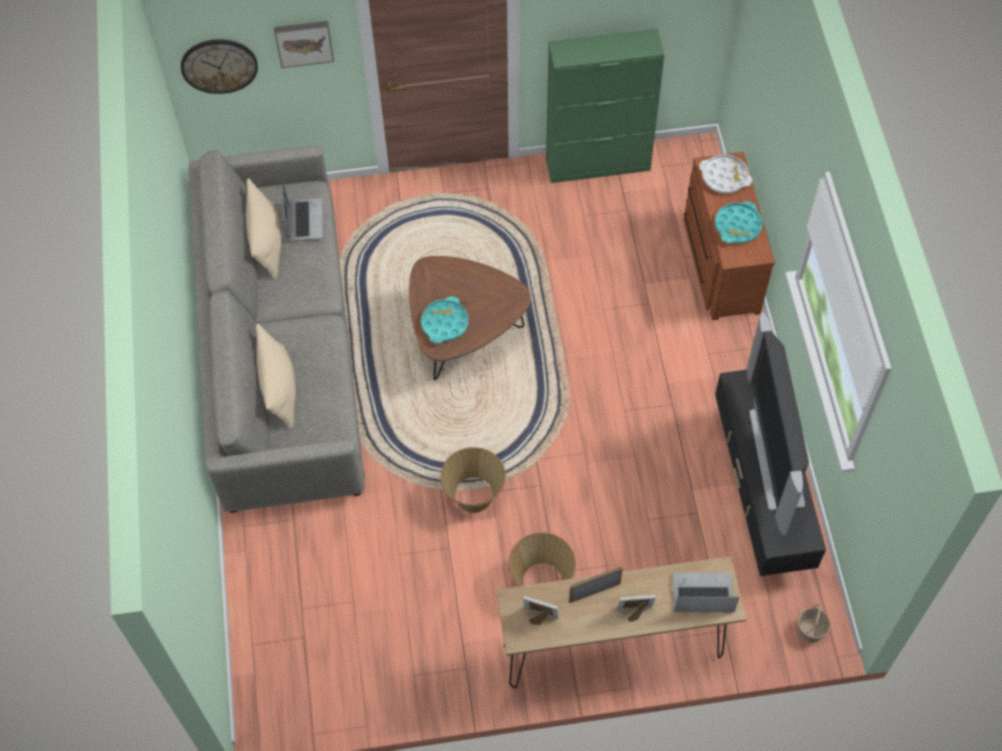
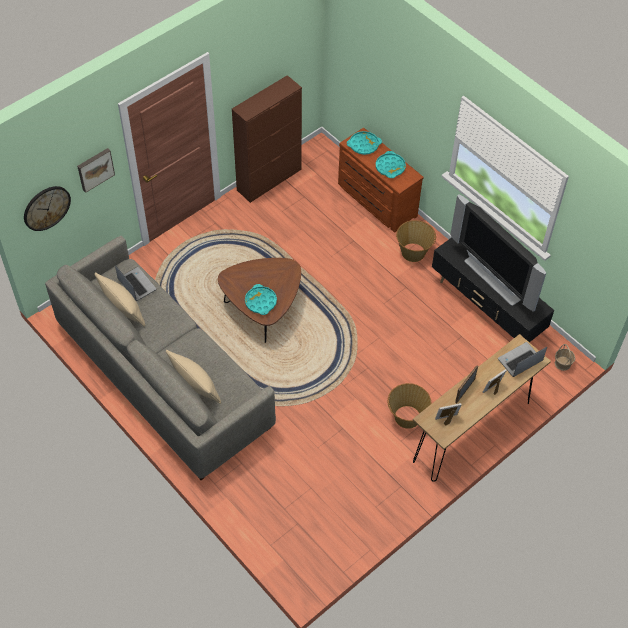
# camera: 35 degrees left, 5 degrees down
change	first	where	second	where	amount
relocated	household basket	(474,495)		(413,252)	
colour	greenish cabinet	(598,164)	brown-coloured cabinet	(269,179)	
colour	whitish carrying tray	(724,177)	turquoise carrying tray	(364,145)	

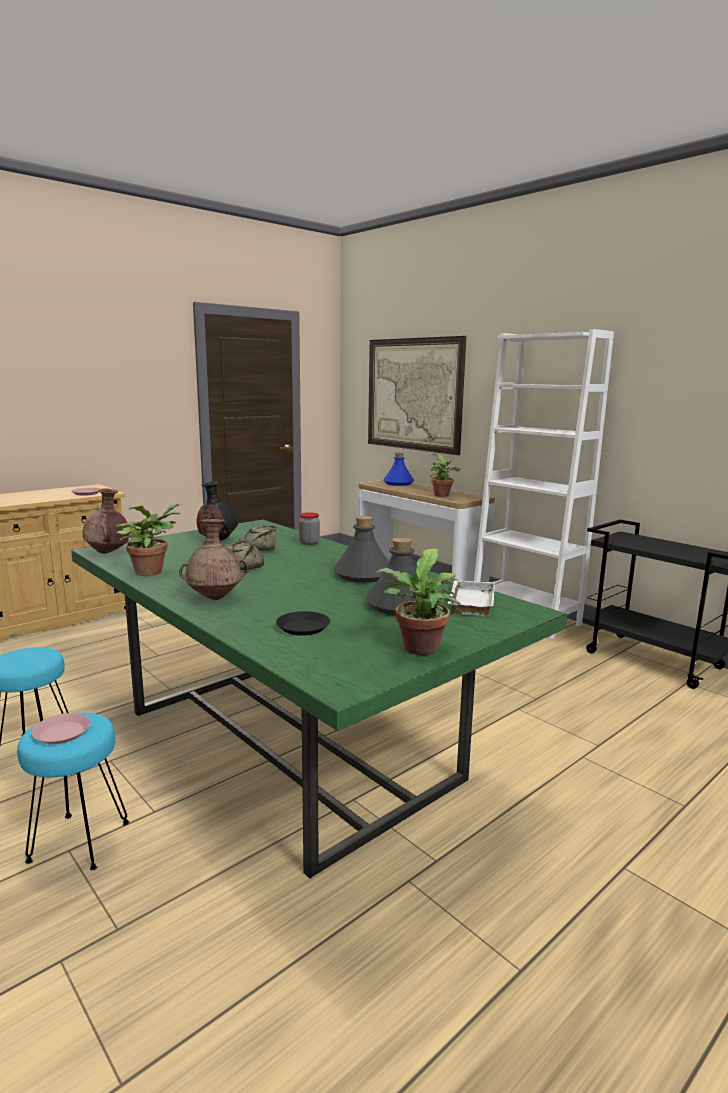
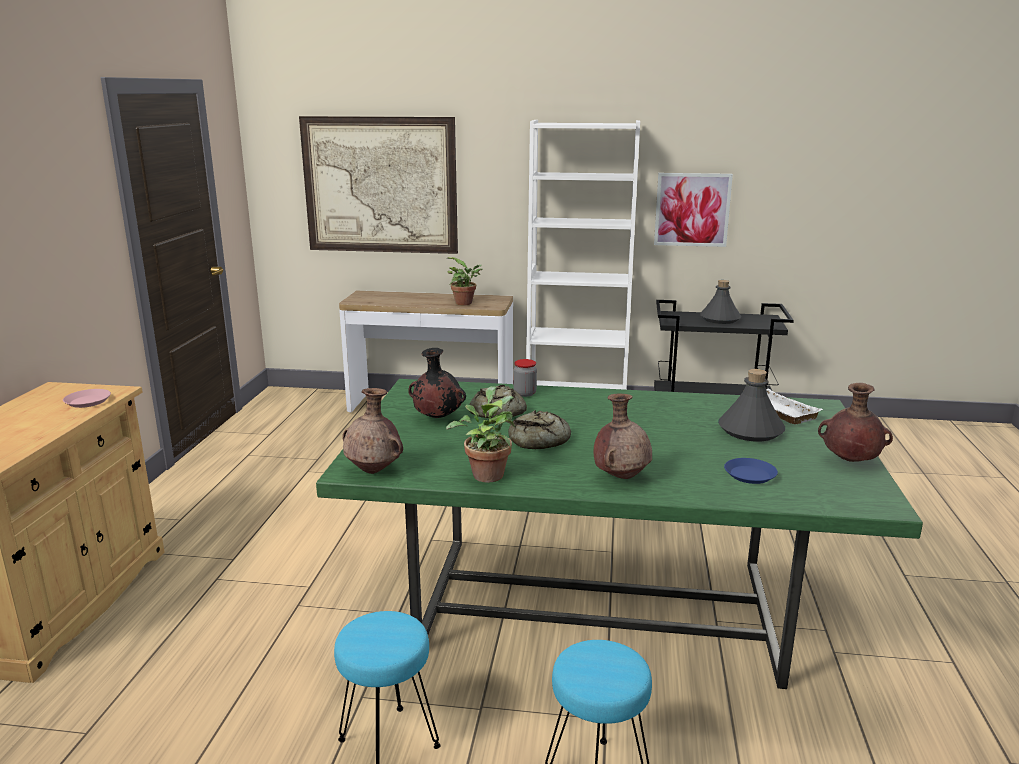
# camera: 40 degrees left, 5 degrees up
change	first	where	second	where	amount
missing	pink-coloured dinner plate	(61,733)			
missing	bluish beverage bottle	(398,483)			
appeared			wall art	(692,209)	
relocated	gray beverage bottle	(363,575)		(720,319)	
exchanged	houseplant	(418,650)	brown-coloured vase	(849,461)	
colour	black dinner plate	(303,627)	bluish dinner plate	(750,475)	

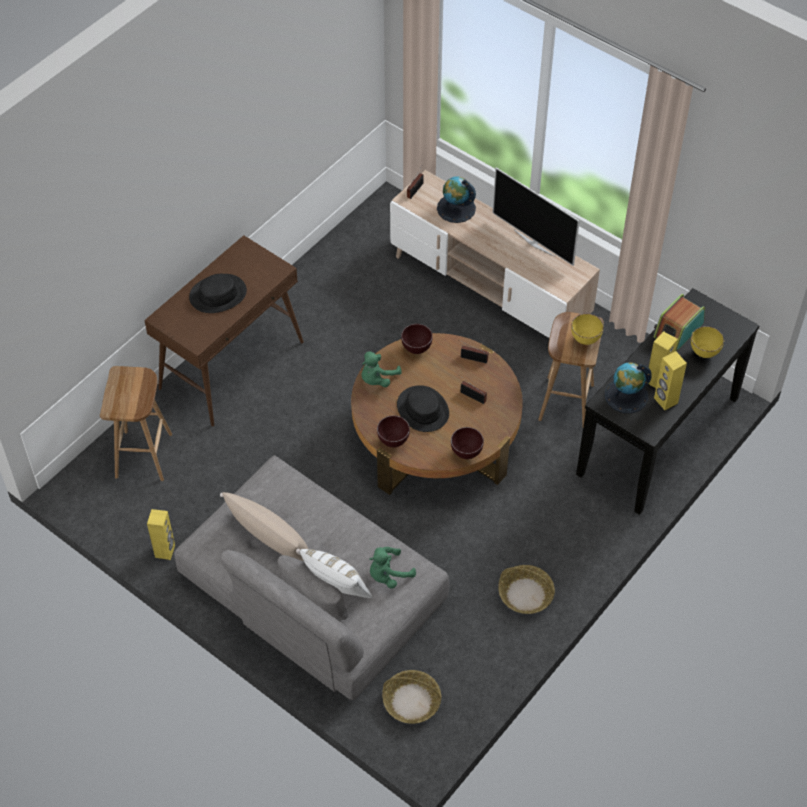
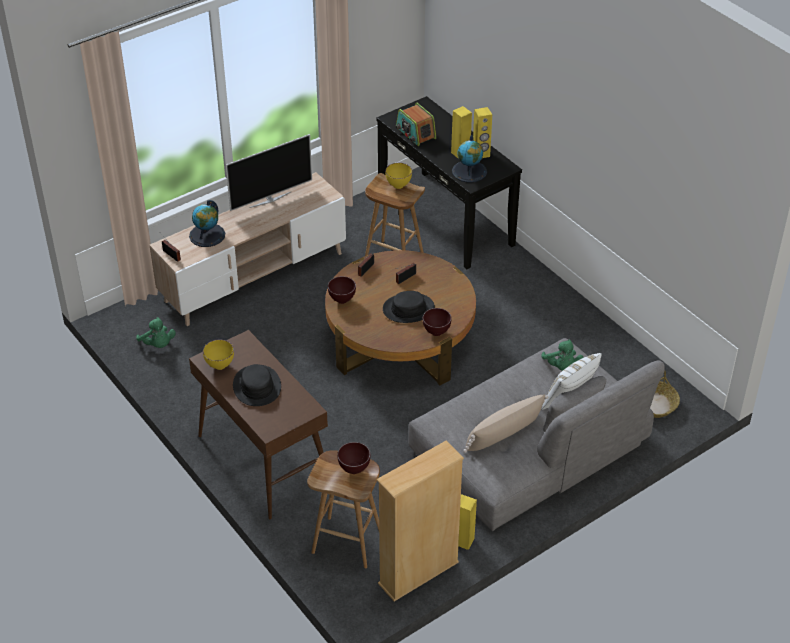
# camera: 75 degrees left, 10 degrees down
change	first	where	second	where	amount
missing	household basket	(525,594)			
appeared			sand-coloured bookshelf	(418,573)	
relocated	greenish cuddly toy	(377,379)		(158,344)	
relocated	brown-coloured deep dish	(466,454)		(355,469)	
relocated	yellow-coloured deep dish	(704,354)		(220,365)	

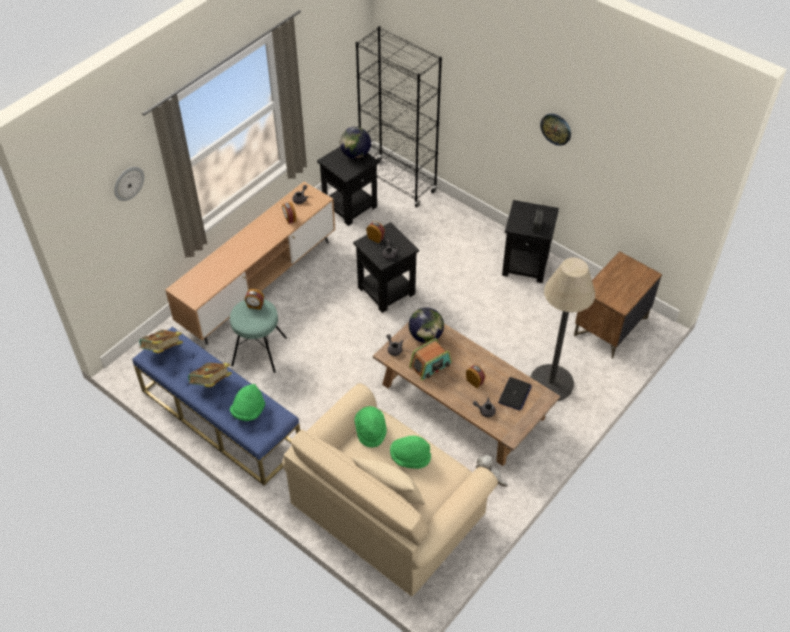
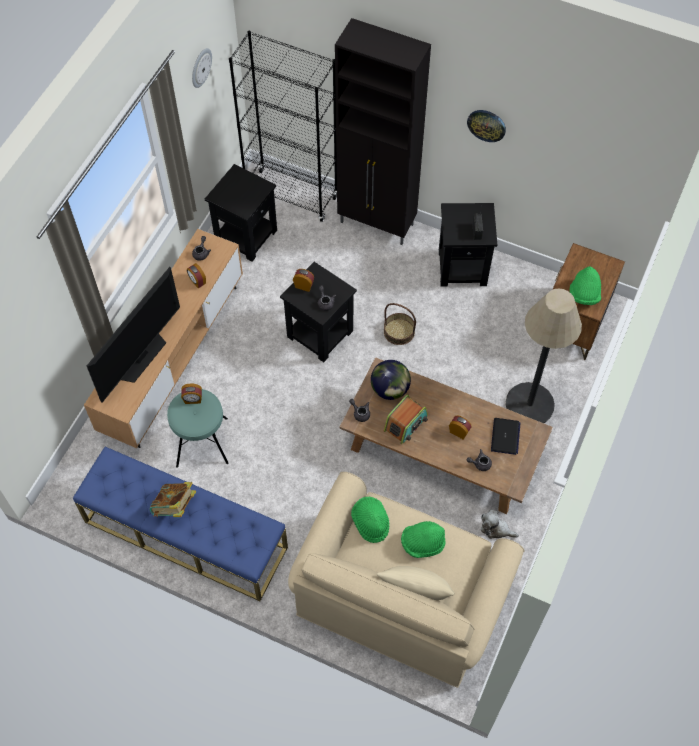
# camera: 15 degrees left, 10 degrees up
change	first	where	second	where	amount
missing	book	(162,350)			
missing	desk globe	(355,154)			
appeared			TV set	(141,357)	
appeared			black cabinet	(377,224)	
appeared			household basket	(399,331)	
relocated	clock on the wall	(128,183)		(200,67)	
relocated	greenish hat	(248,410)		(584,294)	

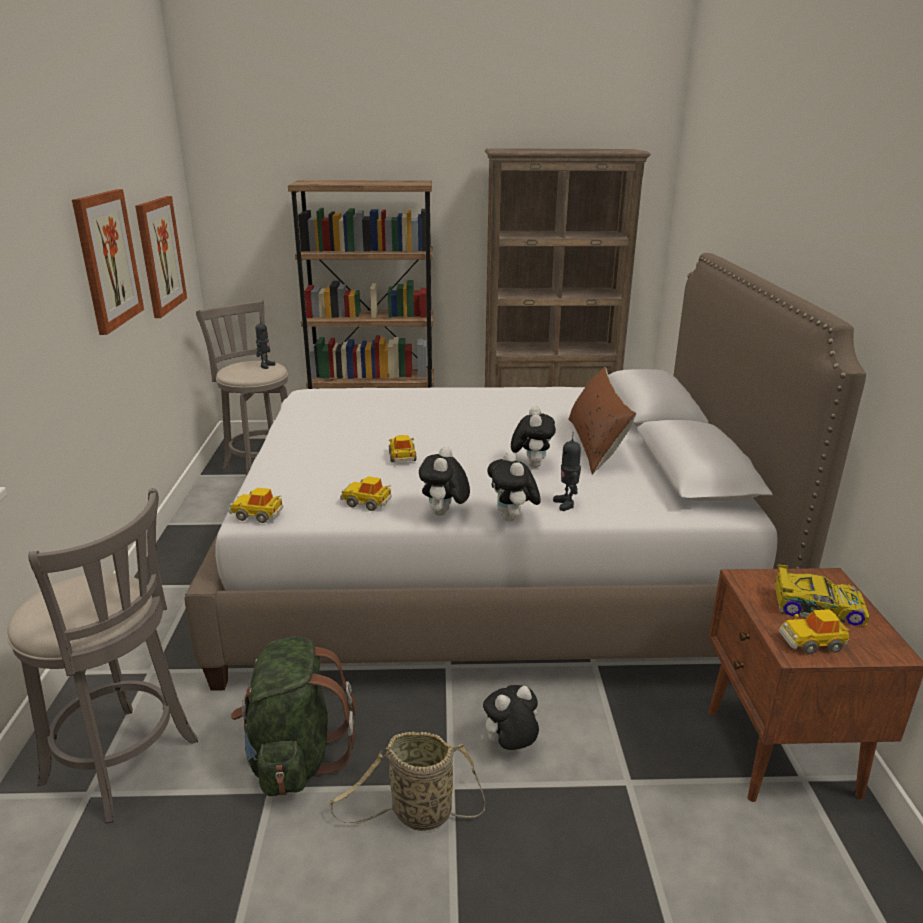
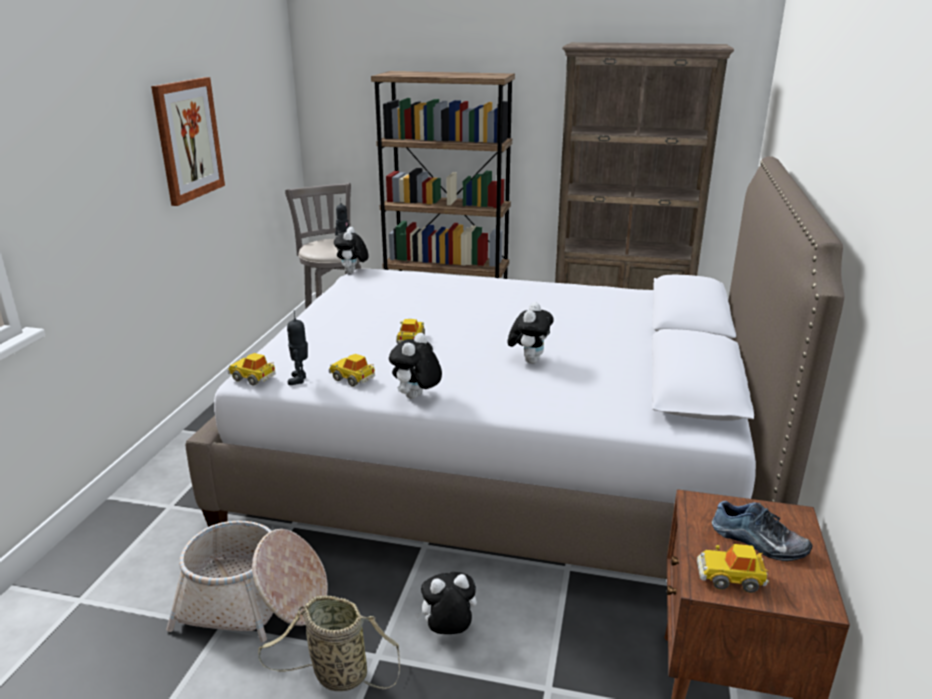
# camera: 15 degrees right, 0 degrees up
change	first	where	second	where	amount
missing	gray sitting stool	(126,764)			
missing	wall art	(160,255)			
missing	brown-coloured cushion	(596,444)			
relocated	cuddly toy	(513,519)		(352,272)	
relocated	robot figure	(566,504)		(300,379)	
exchanged	greenish rucksack	(295,757)	household basket	(254,602)	
exchanged	toy car	(815,606)	low shoe	(758,542)	

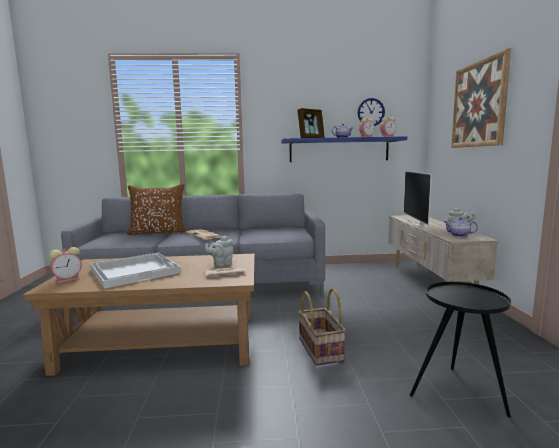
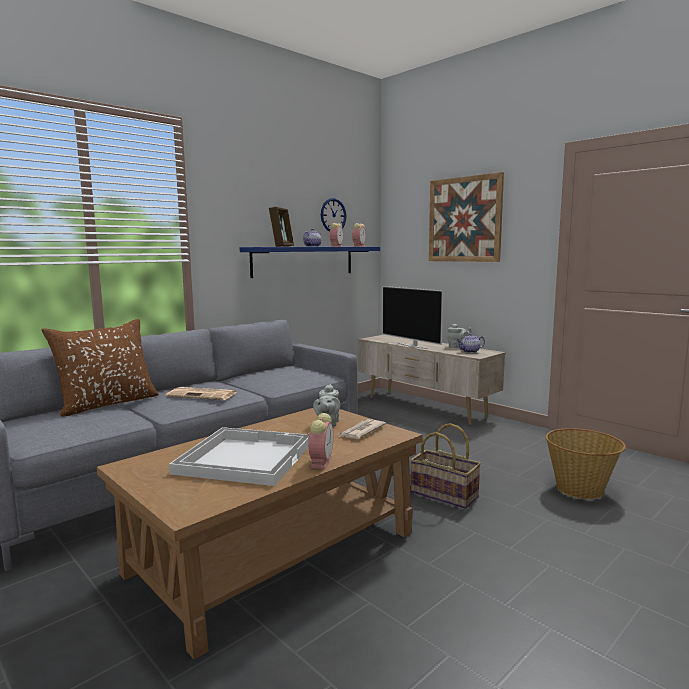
# camera: 40 degrees left, 0 degrees up
change	first	where	second	where	amount
relocated	table clock	(68,279)		(321,461)	
exchanged	black side table	(458,395)	household basket	(580,489)	

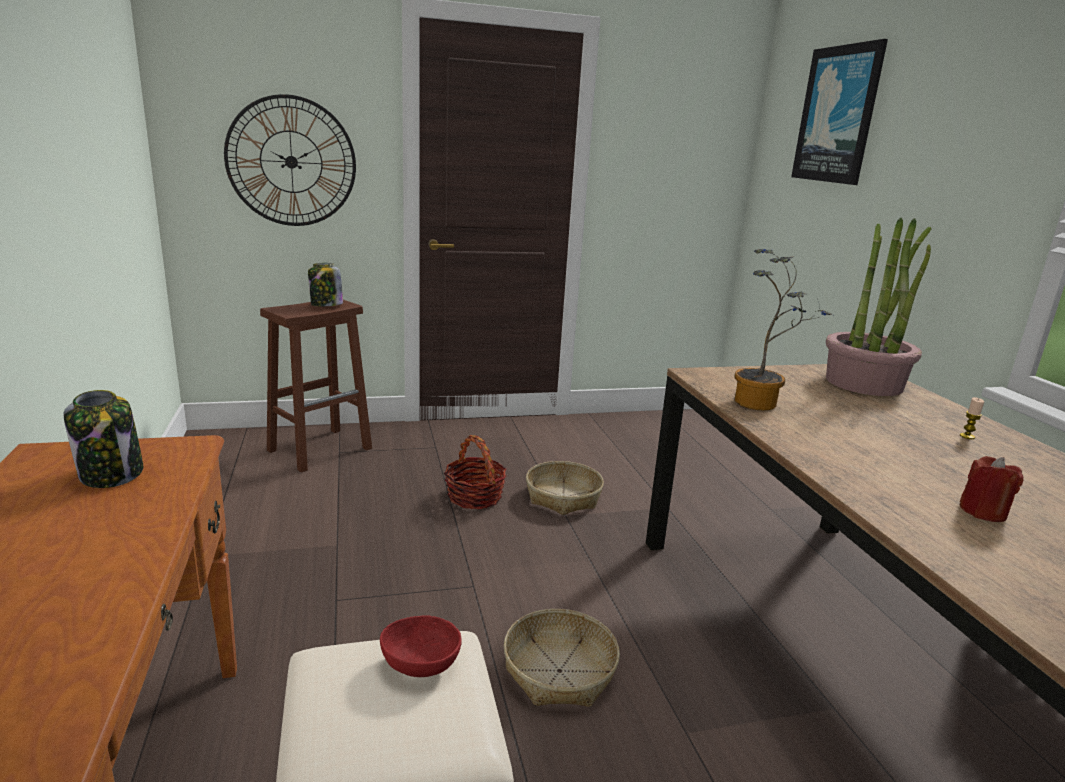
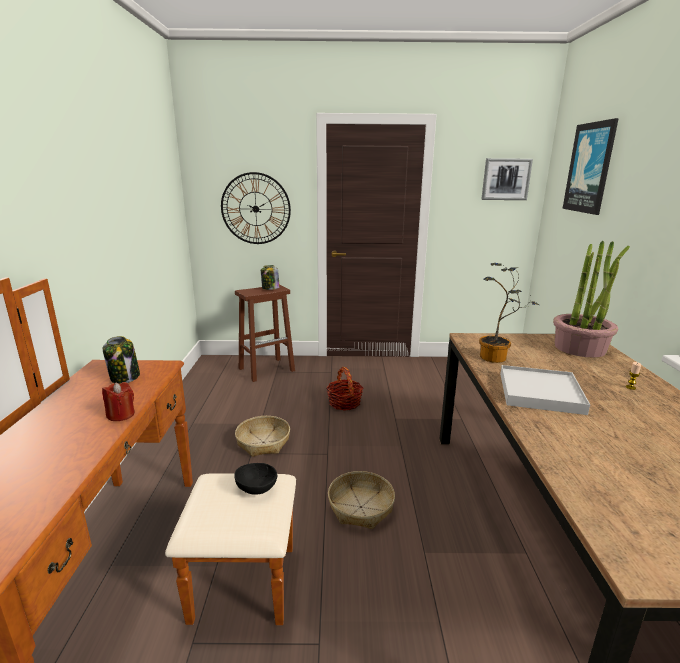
# camera: 15 degrees right, 0 degrees up
change	first	where	second	where	amount
appeared			wall art	(506,179)	
appeared			whitish carrying tray	(540,393)	
relocated	household basket	(563,497)		(263,442)	
relocated	red wax candle	(983,512)		(121,415)	
colour	red deep dish	(420,663)	black deep dish	(256,487)	

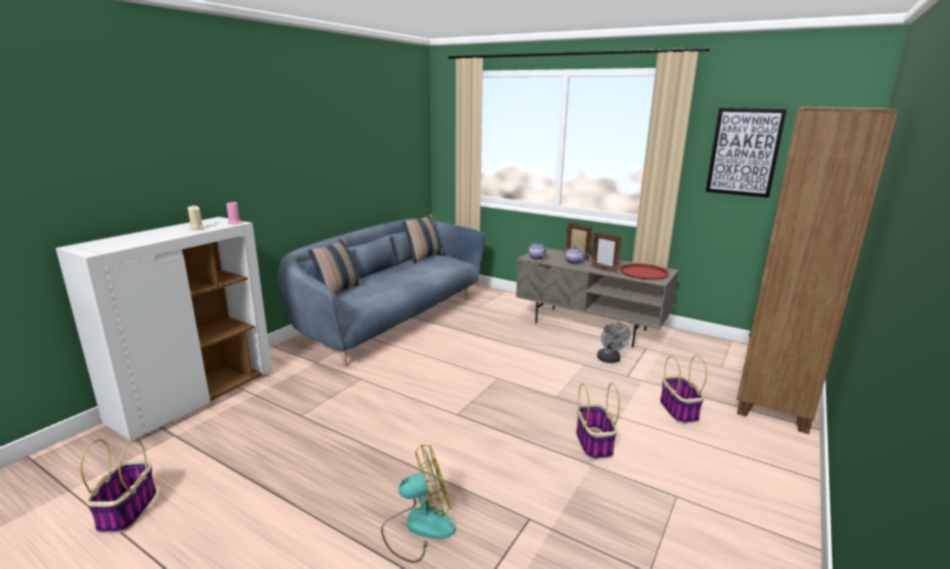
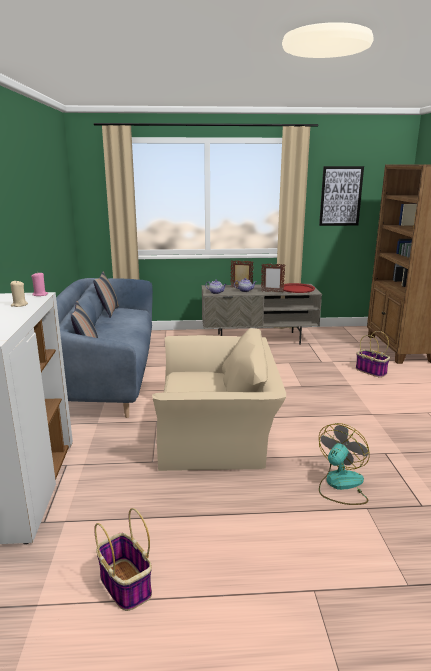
# camera: 35 degrees left, 0 degrees up
change	first	where	second	where	amount
missing	household basket	(594,444)			
missing	gray electric fan	(610,360)			
appeared			sand-coloured armchair	(217,429)	

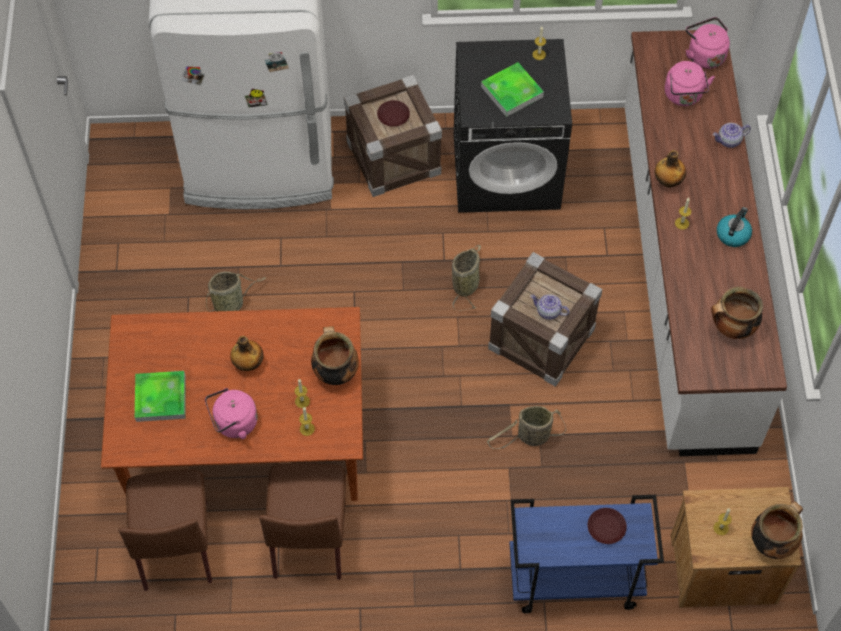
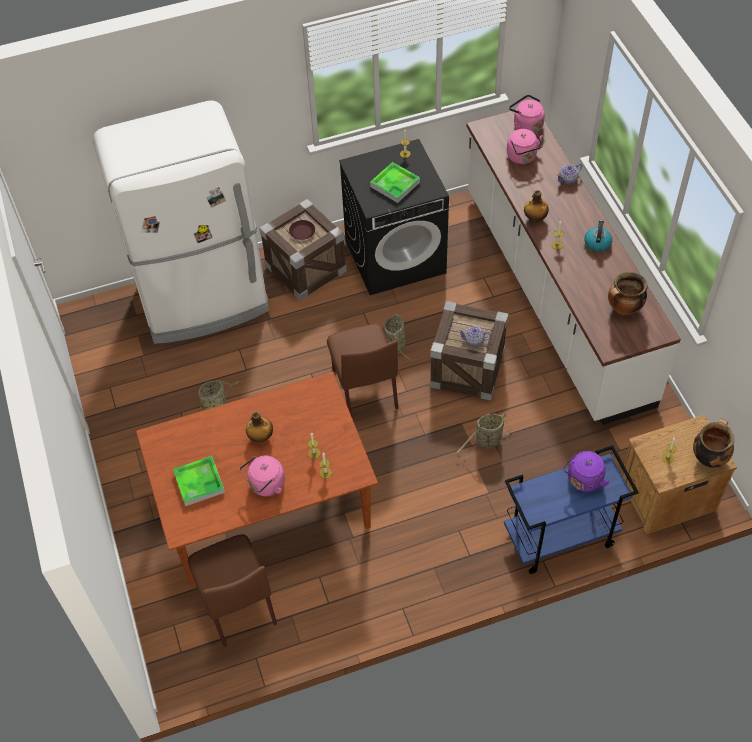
# camera: 15 degrees left, 5 degrees down
change	first	where	second	where	amount
missing	stockpot	(335,372)			
relocated	brown-coloured chair	(309,536)		(364,388)	
exchanged	brown-coloured dinner plate	(606,527)	purple-coloured kettle	(583,481)	

